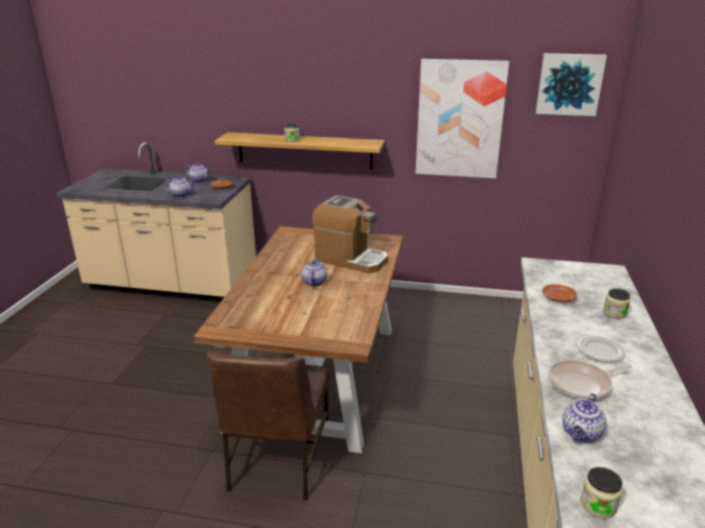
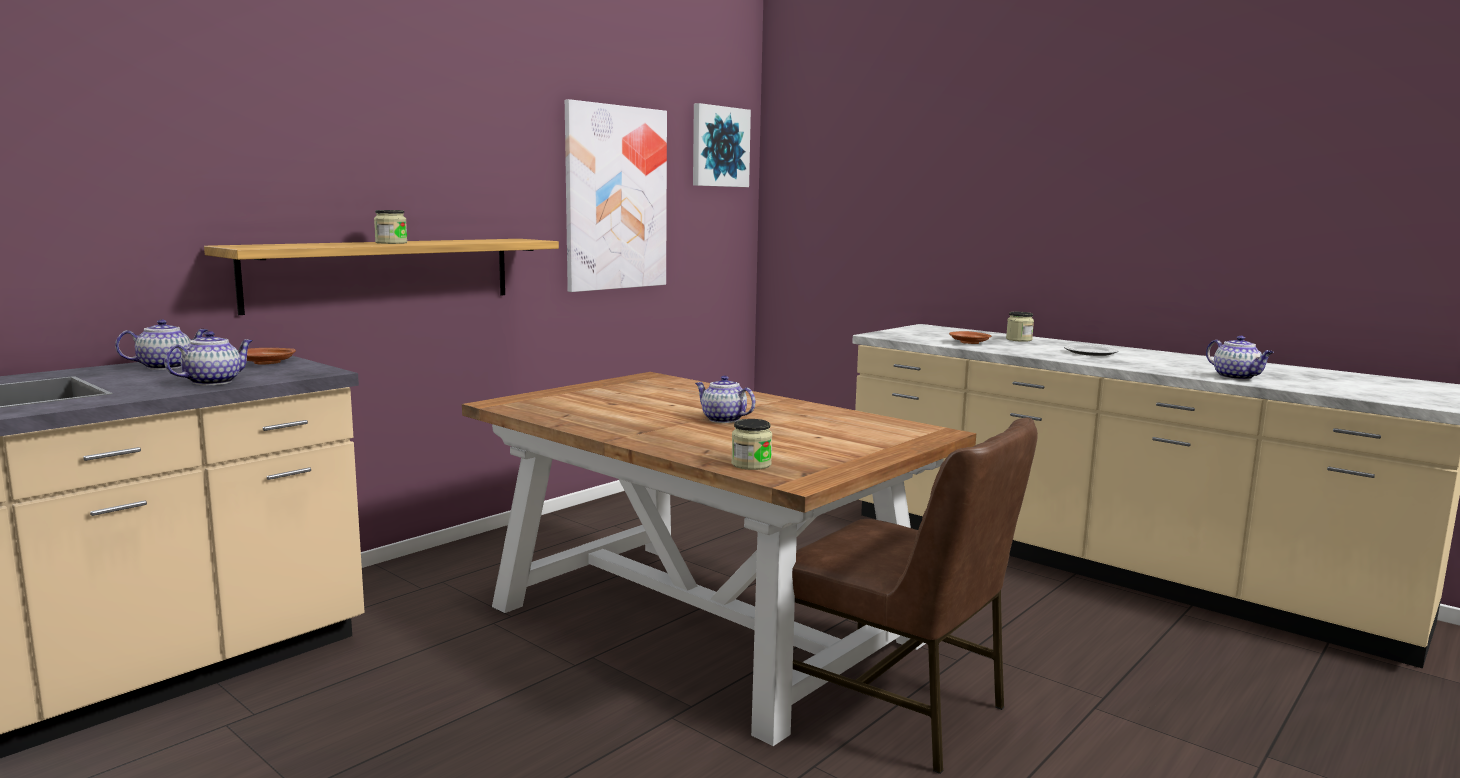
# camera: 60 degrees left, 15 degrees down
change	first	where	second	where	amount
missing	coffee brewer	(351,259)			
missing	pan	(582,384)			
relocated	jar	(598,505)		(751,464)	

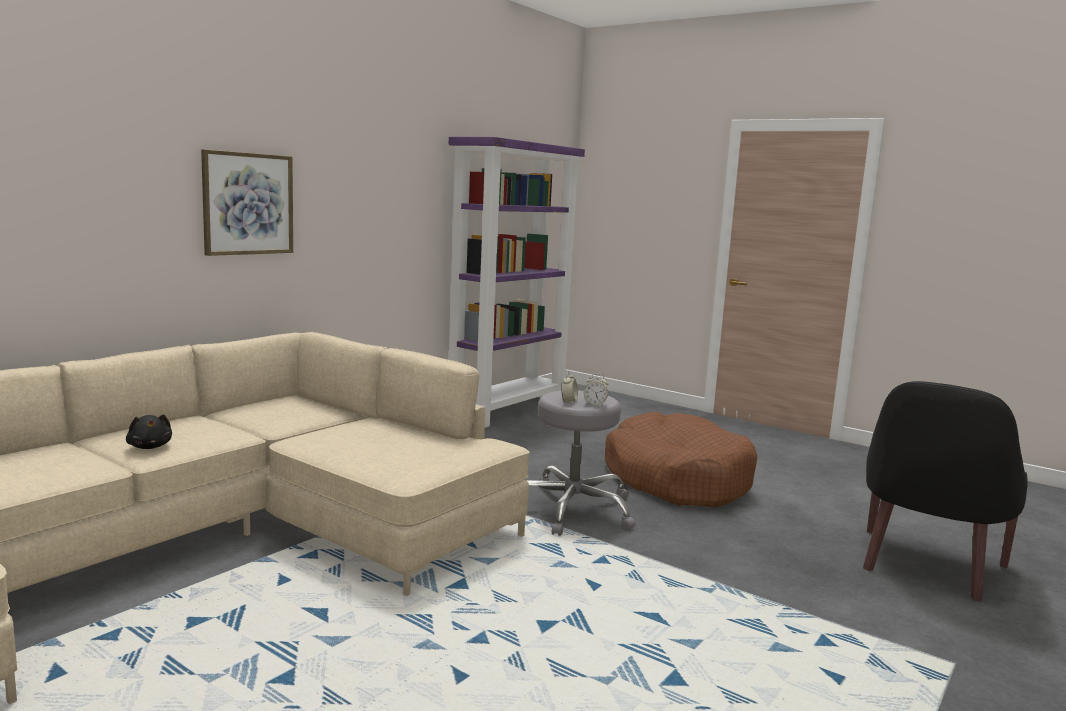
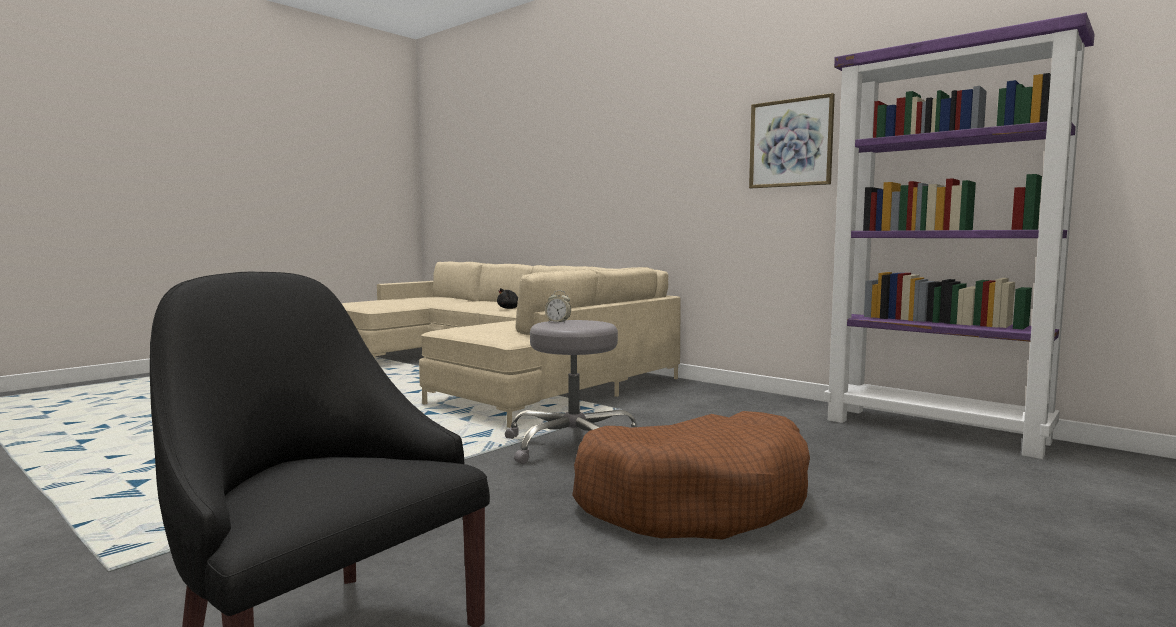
# camera: 95 degrees right, 5 degrees down
change	first	where	second	where	amount
missing	table clock	(595,404)			
relocated	wall art	(248,204)		(790,143)	

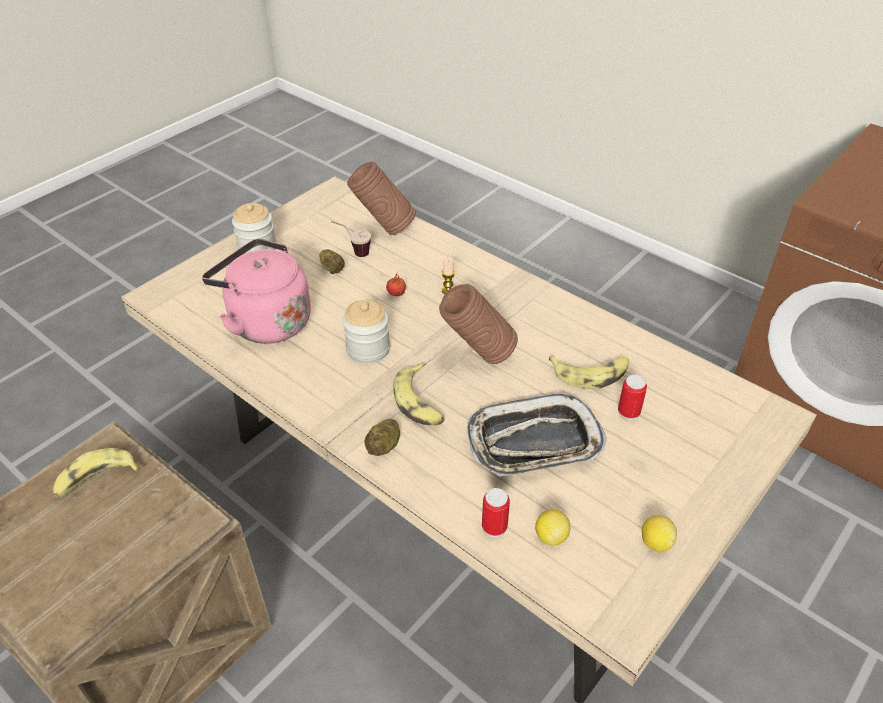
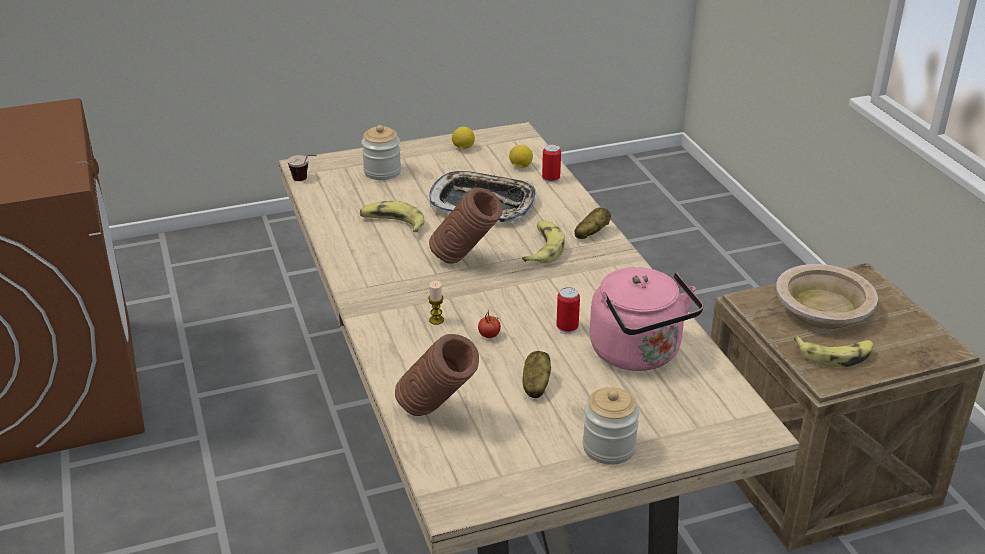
# camera: 150 degrees left, 10 degrees down
change	first	where	second	where	amount
appeared			sand-coloured deep dish	(822,309)	
relocated	small cup	(353,252)		(305,181)	
relocated	jar	(368,349)		(382,172)	
relocated	sealed can	(628,412)		(567,328)	

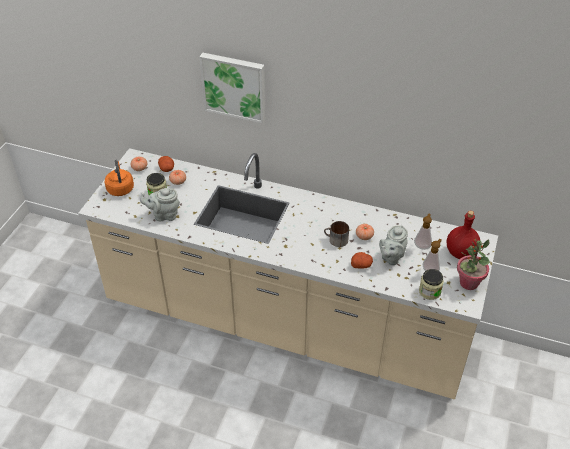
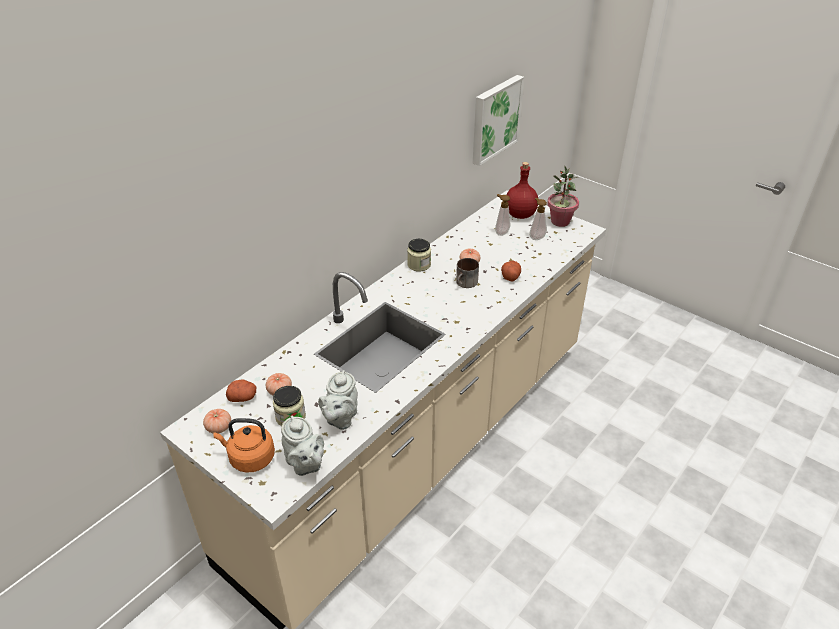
# camera: 70 degrees left, 5 degrees down
change	first	where	second	where	amount
relocated	wall art	(234,86)		(494,119)	
relocated	gray teapot	(391,257)		(305,464)	
relocated	jar	(429,291)		(419,265)	

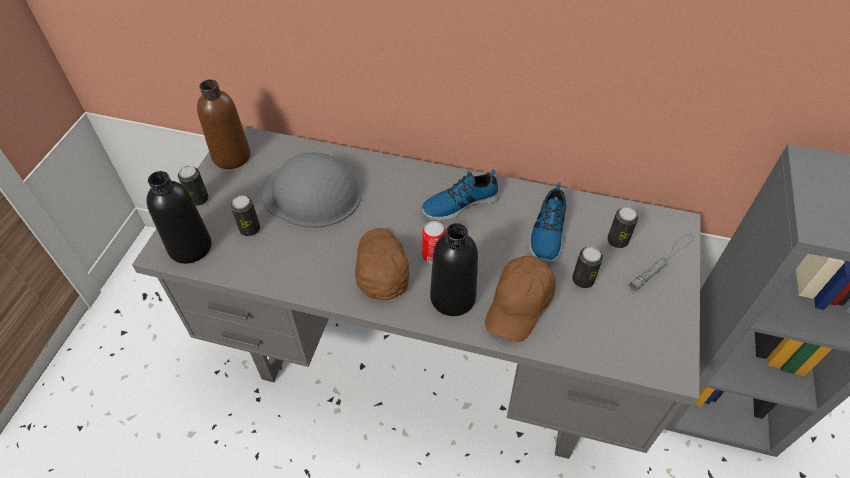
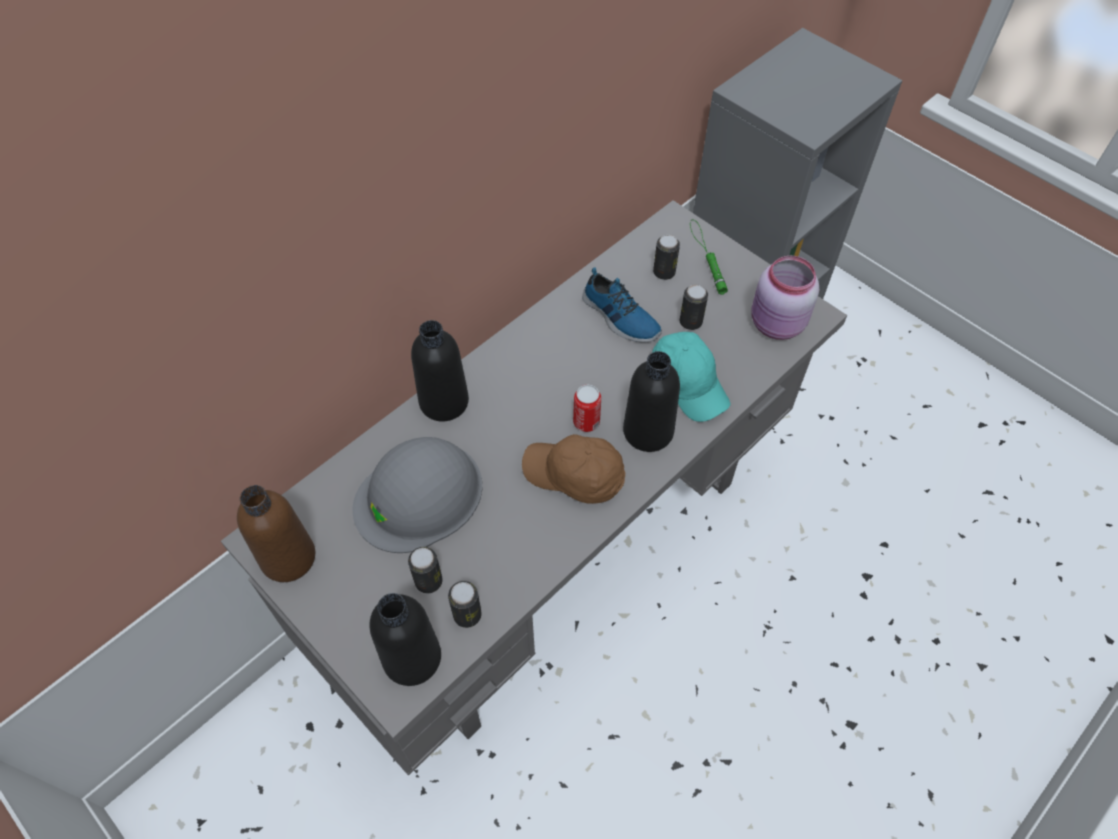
# camera: 60 degrees left, 5 degrees up
change	first	where	second	where	amount
missing	low shoe	(459,203)			
appeared			black beverage bottle	(444,402)	
appeared			pink-coloured jar	(776,325)	
relocated	sealed can	(198,199)		(467,615)	
colour	brown-coloured peaked cap	(519,305)	turquoise peaked cap	(688,383)	
colour	gray torch	(662,262)	greenish torch	(706,256)	

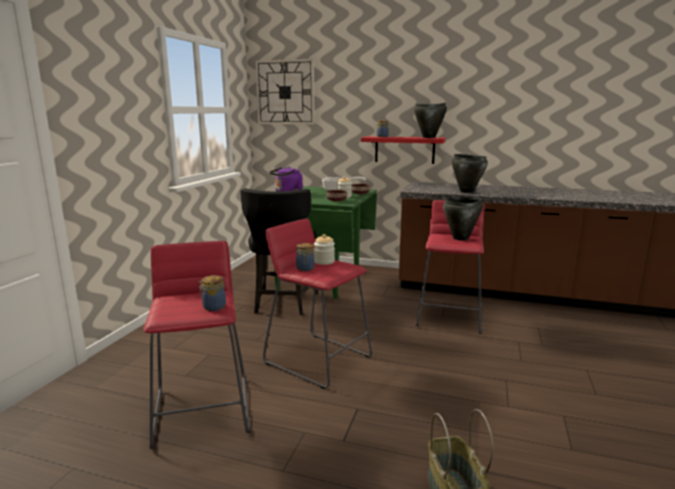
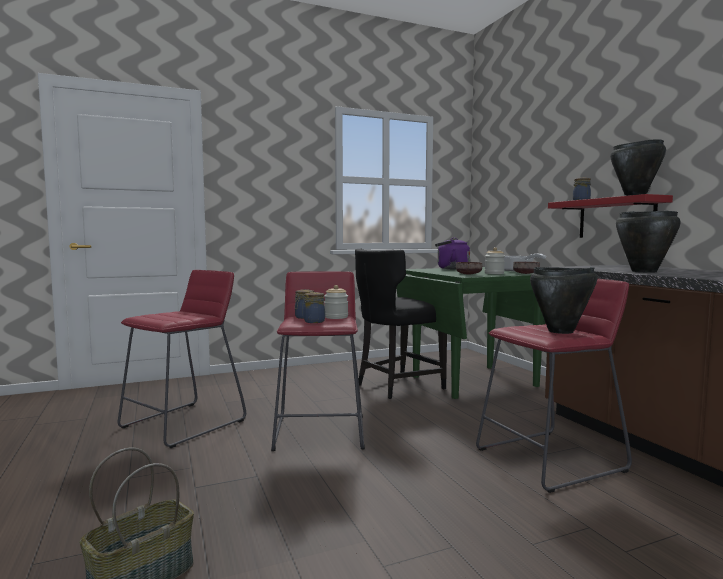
# camera: 50 degrees right, 10 degrees down
change	first	where	second	where	amount
missing	clock on the wall	(285,92)			
relocated	jar	(213,307)		(313,321)	

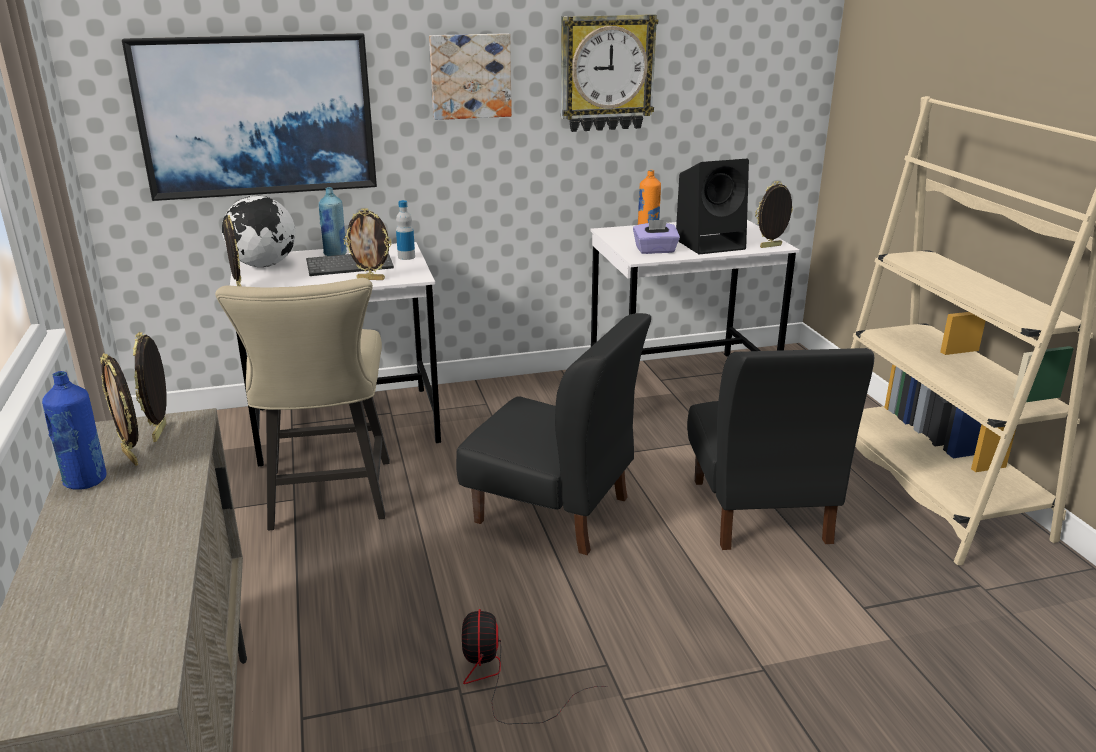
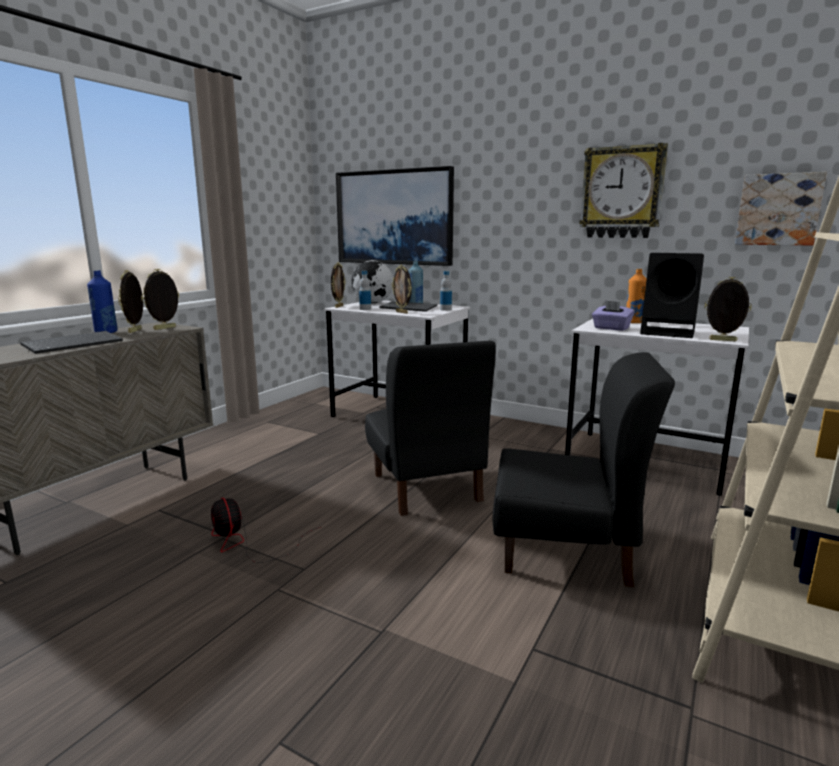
# camera: 45 degrees right, 10 degrees down
change	first	where	second	where	amount
missing	sand-coloured chair	(328,500)			
appeared			keyboard	(74,344)	
appeared			beverage bottle	(365,309)	
relocated	wall art	(470,76)		(778,210)	
spun	electric fan	(501,680)		(247,544)	75 degrees counterclockwise
spun	black chair	(759,511)		(565,550)	120 degrees counterclockwise

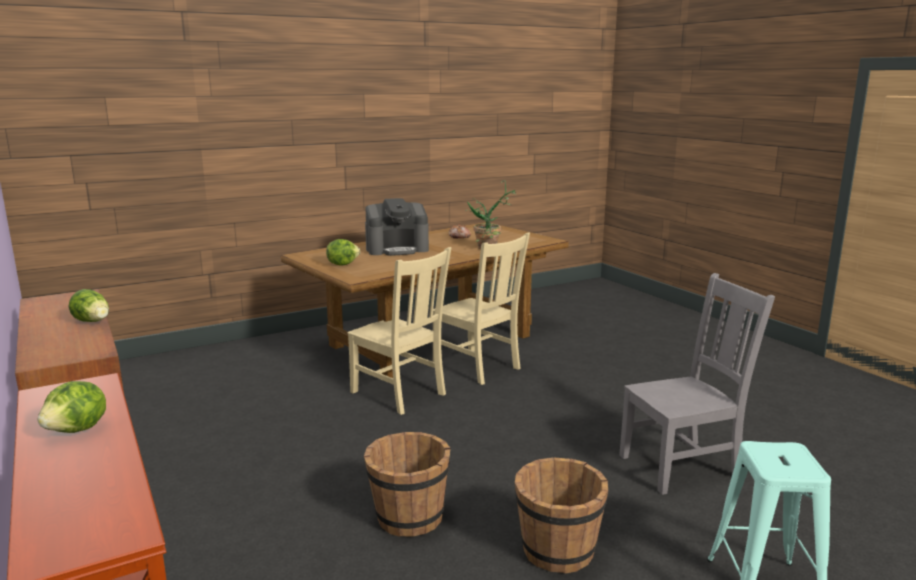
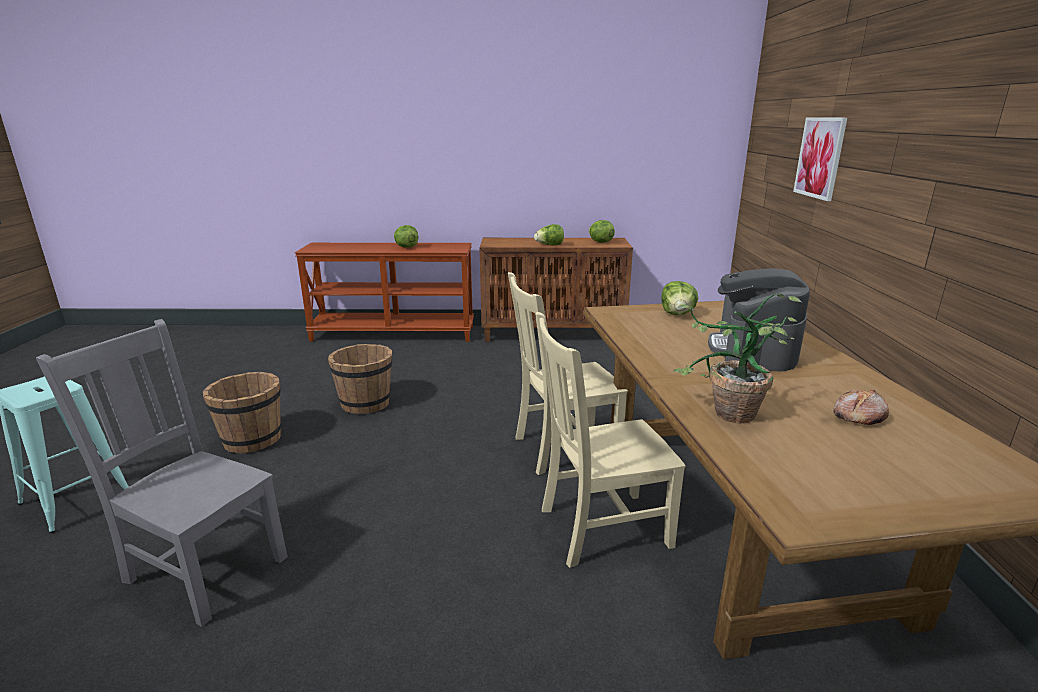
# camera: 120 degrees right, 5 degrees up
change	first	where	second	where	amount
appeared			lettuce	(600,242)	
appeared			wall art	(820,157)	
spun	gray chair	(683,466)		(203,567)	105 degrees clockwise

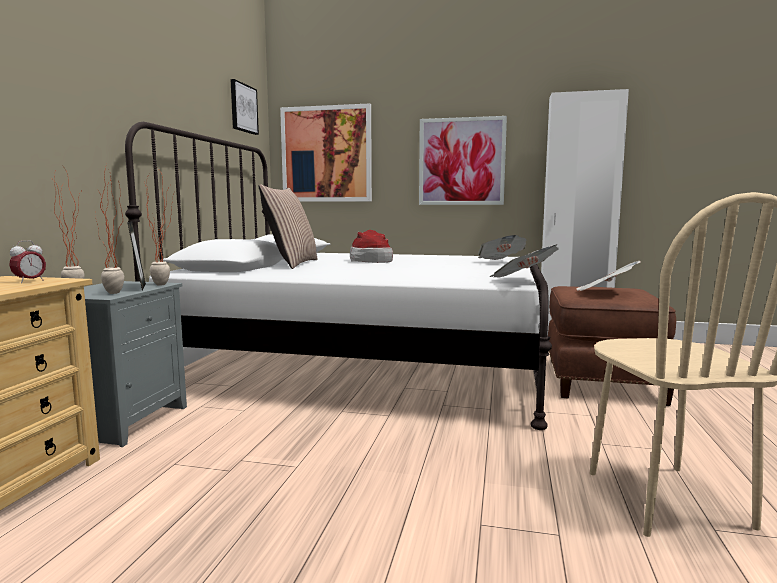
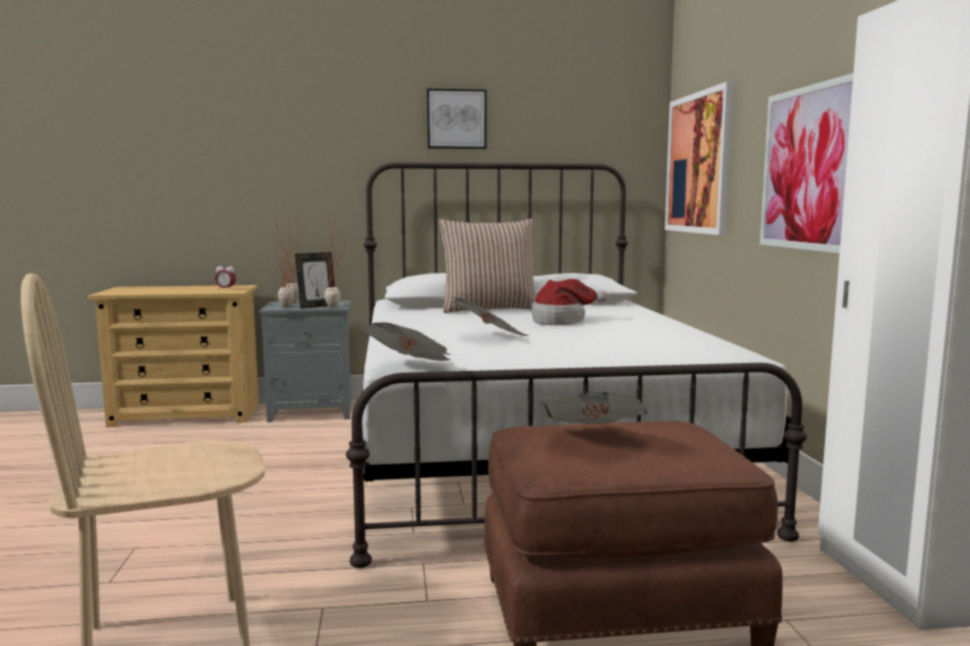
# camera: 70 degrees right, 0 degrees up
change	first	where	second	where	amount
relocated	wall art	(243,108)		(456,119)	
relocated	newspaper	(501,262)		(490,338)	

